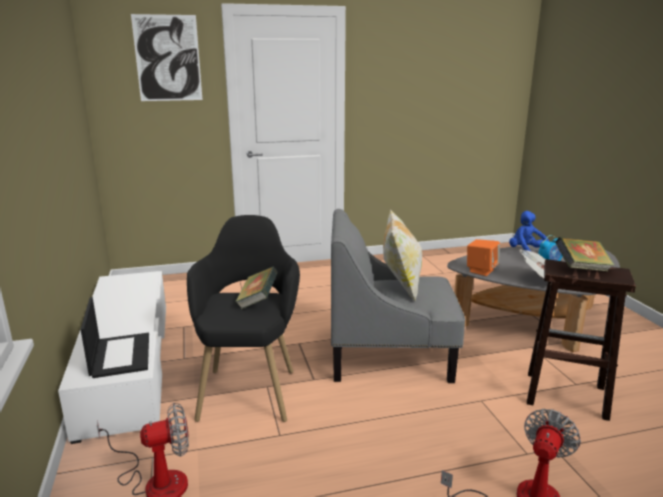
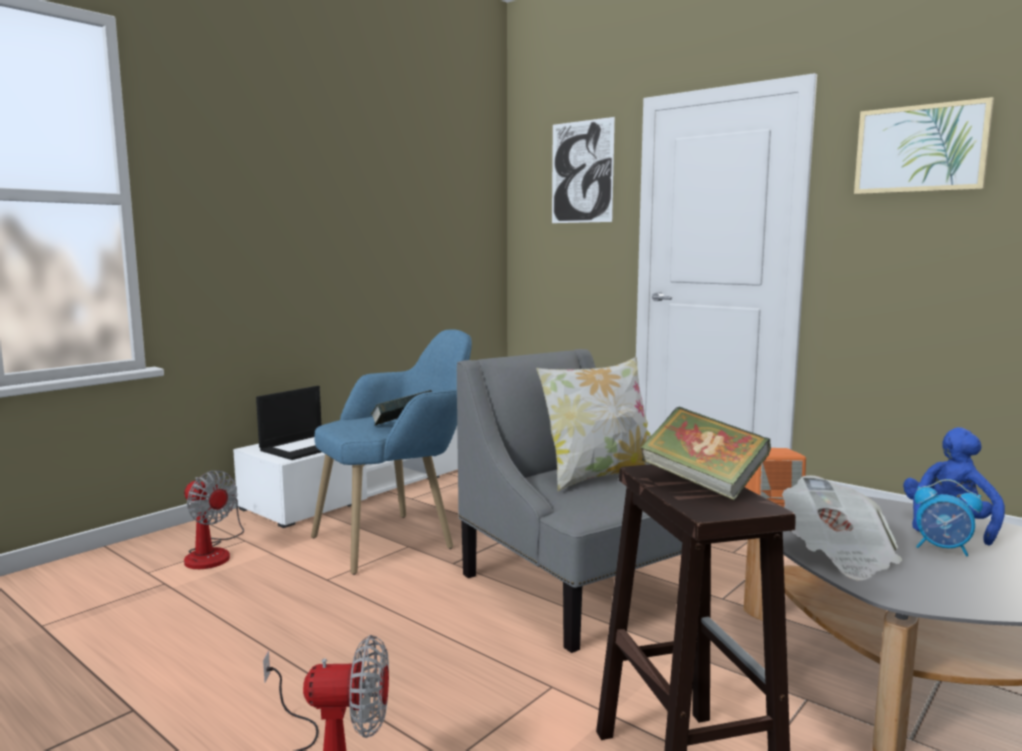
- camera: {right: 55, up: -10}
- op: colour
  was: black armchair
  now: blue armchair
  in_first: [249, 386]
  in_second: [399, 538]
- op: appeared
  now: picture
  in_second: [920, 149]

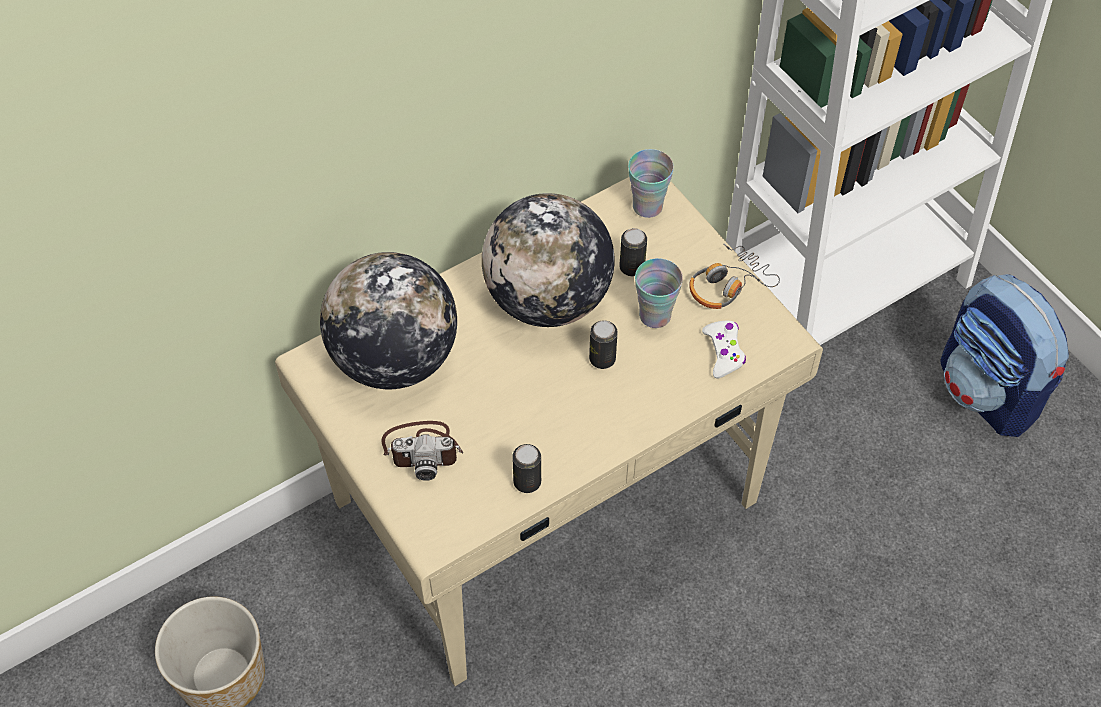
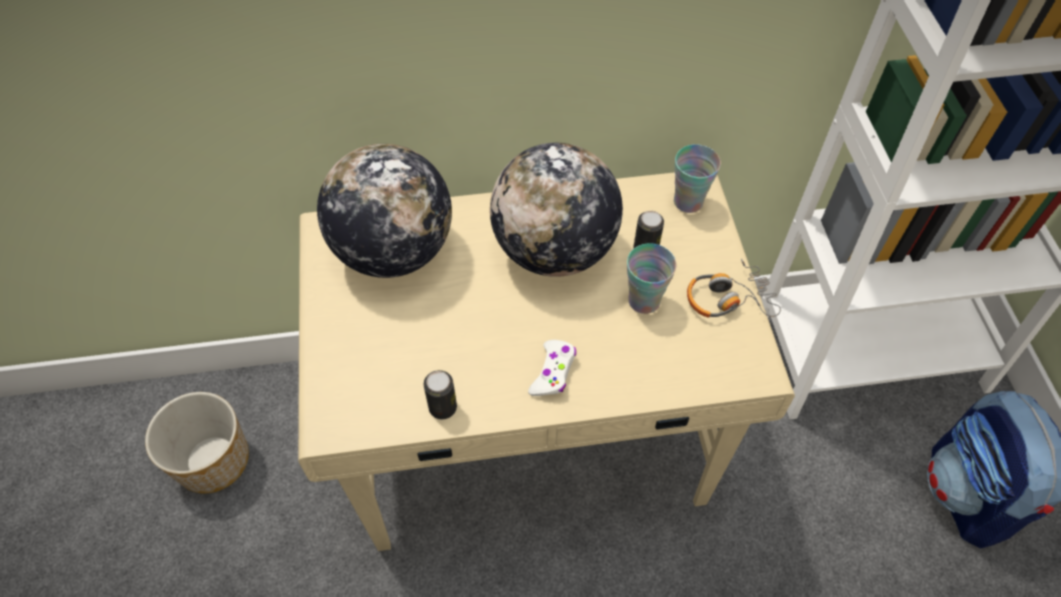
- camera: {right: 25, up: 0}
- op: missing
  was: can
  in_first: [602, 359]
- op: relocated
  was: white game controller
  in_first: [724, 352]
  in_second: [553, 372]
- op: missing
  was: photo camera
  in_first: [423, 449]

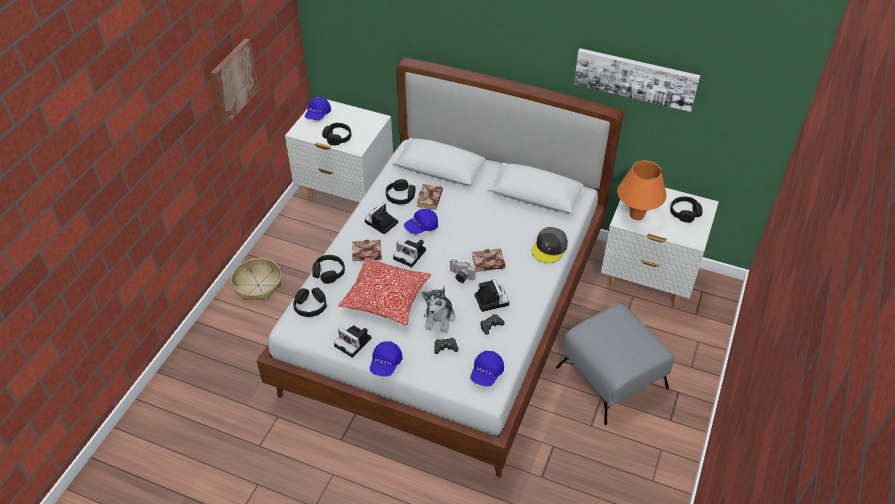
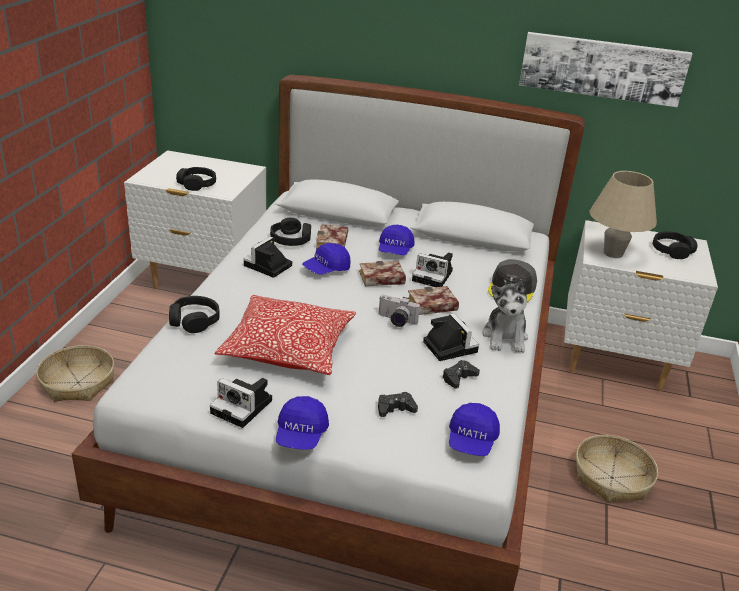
- camera: {right: -10, up: -15}
- op: missing
  was: picture
  in_first: [234, 81]
- op: relocated
  was: blue cap
  in_first: [318, 114]
  in_second: [395, 250]
- op: colour
  was: orange table lamp
  now: beige table lamp
  in_first: [637, 215]
  in_second: [613, 253]
- op: relocated
  was: book
  in_first: [365, 254]
  in_second: [380, 279]
- op: relocated
  was: photo camera
  in_first: [411, 254]
  in_second: [434, 276]
- op: missing
  was: black headphones
  in_first: [310, 306]
- op: relocated
  was: plush toy
  in_first: [439, 318]
  in_second: [505, 337]
- op: exchanged
  was: grey ottoman
  now: basket
  in_first: [611, 378]
  in_second: [612, 478]

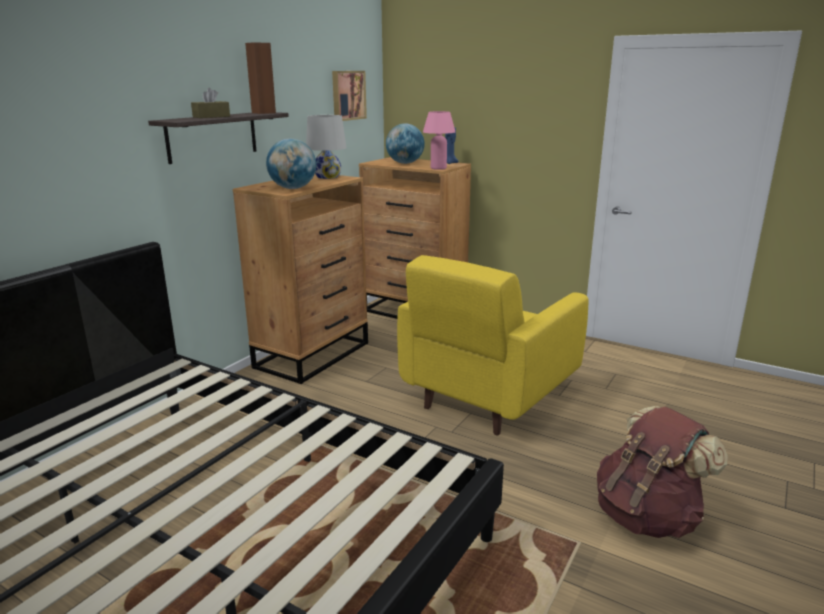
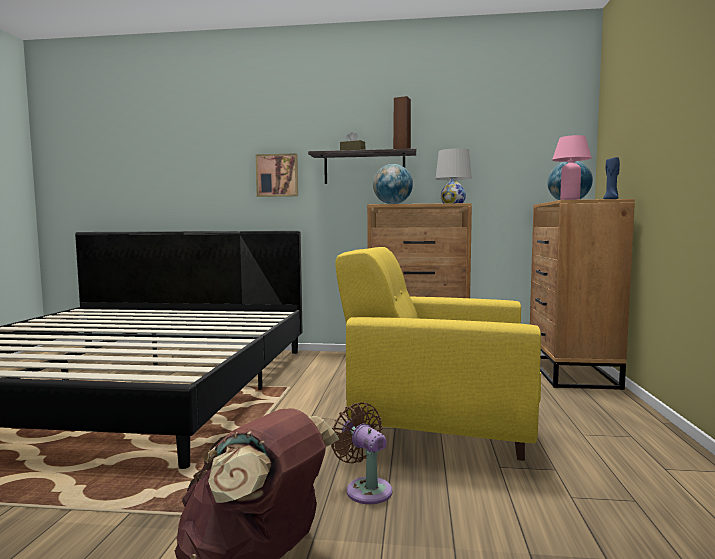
- camera: {right: 65, up: -15}
- op: relocated
  was: picture
  in_first: [347, 95]
  in_second: [277, 175]
- op: appeared
  now: brown fan
  in_second: [366, 489]

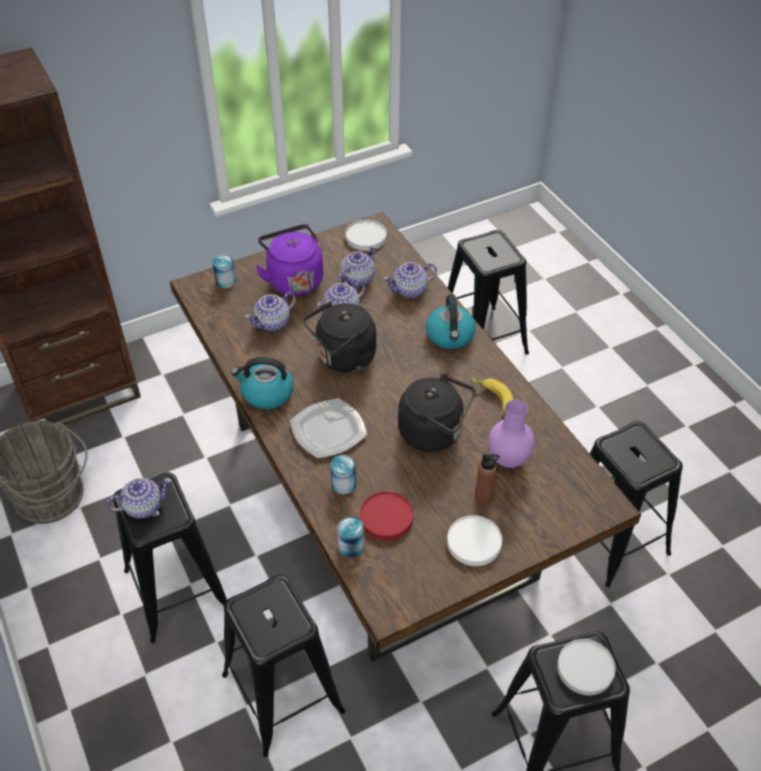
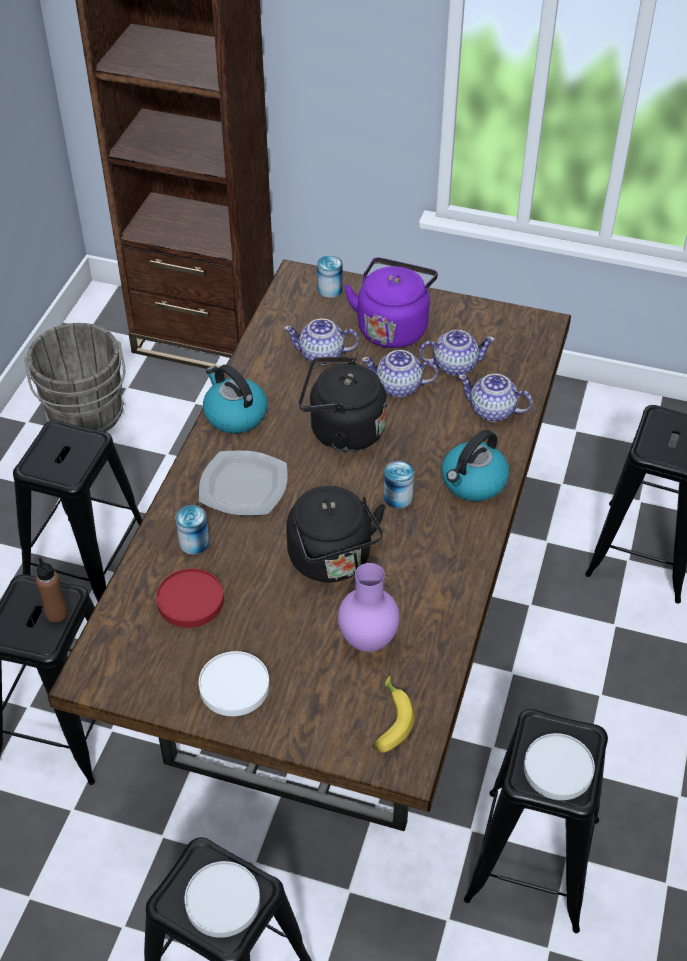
- camera: {right: 45, up: 0}
- op: relocated
  was: white plate
  in_first: [366, 237]
  in_second: [558, 769]
- op: relocated
  was: banana
  in_first: [493, 400]
  in_second: [388, 721]
- op: relocated
  was: brown bottle
  in_first: [483, 497]
  in_second: [56, 613]
- op: missing
  was: teapot
  in_first: [143, 506]
- op: relocated
  was: can
  in_first: [351, 546]
  in_second: [398, 497]

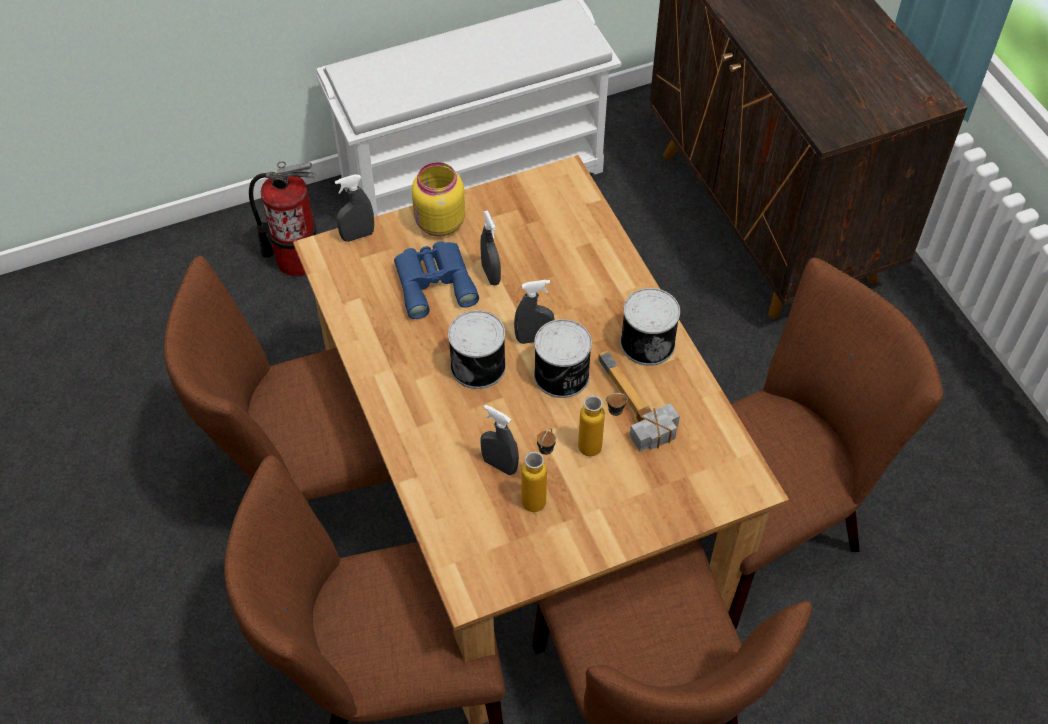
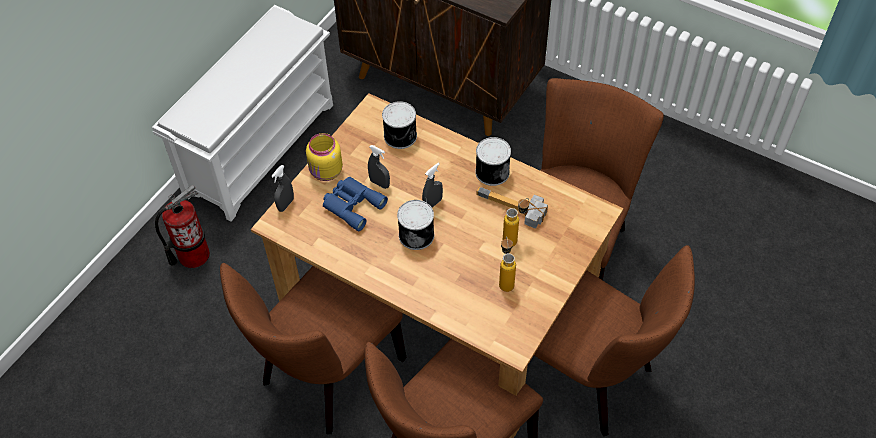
- camera: {right: -35, up: 0}
- op: relocated
  was: can
  in_first: [562, 376]
  in_second: [401, 136]
- op: missing
  was: grey spray bottle
  in_first: [499, 465]

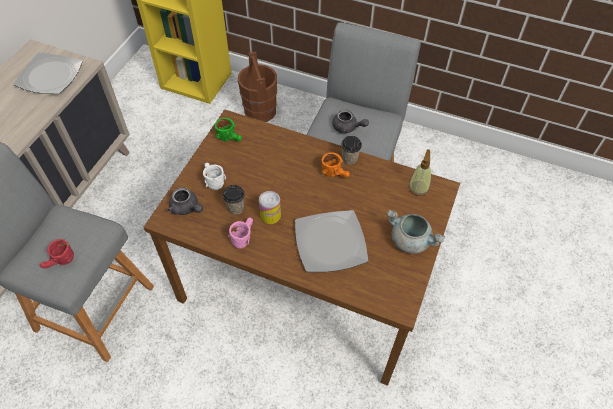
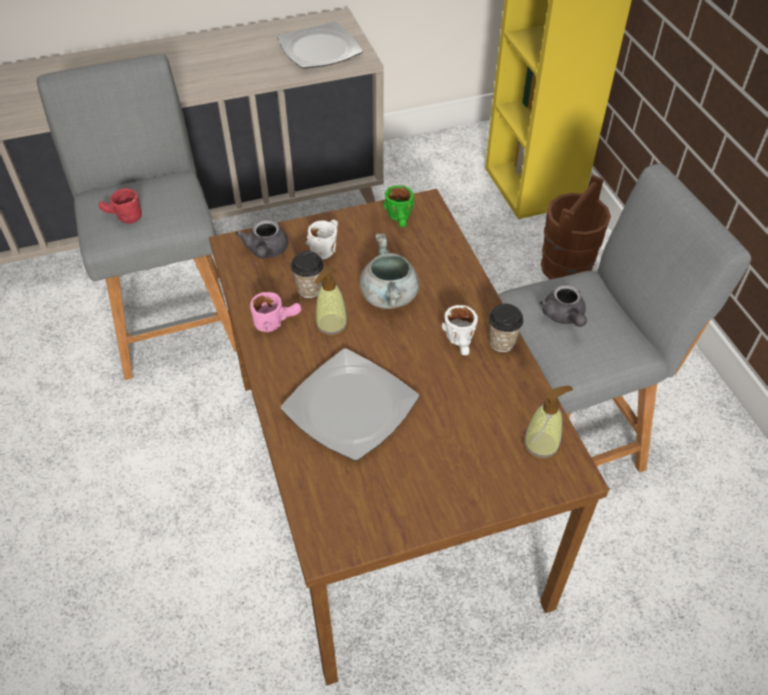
- camera: {right: 50, up: -5}
- op: colour
  was: orange mug
  now: white mug
  in_first: [336, 173]
  in_second: [462, 344]
- op: exchanged
  was: can
  now: soap dispenser
  in_first: [270, 215]
  in_second: [331, 325]
- op: relocated
  was: grey cooking pot
  in_first: [411, 241]
  in_second: [390, 297]

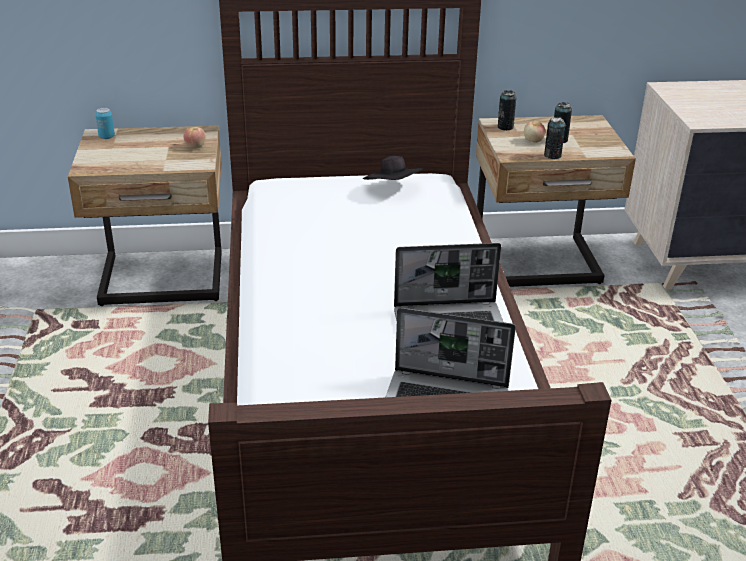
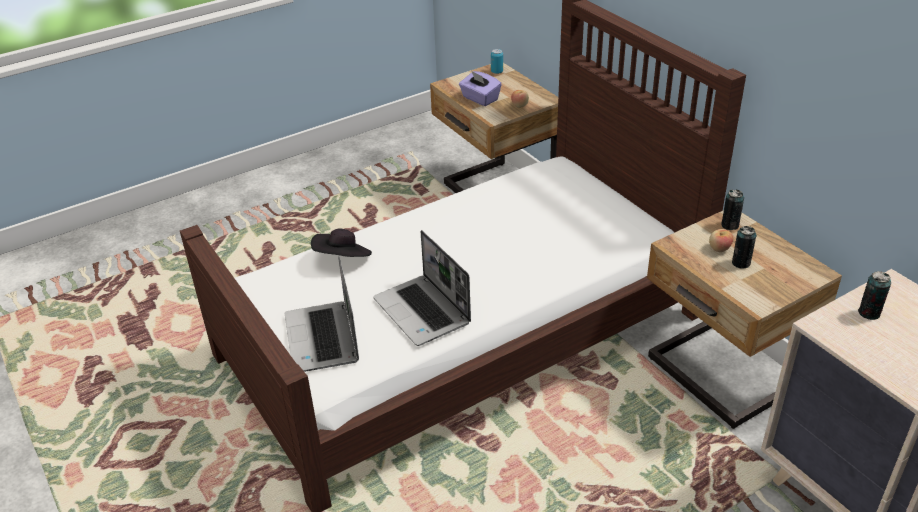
- camera: {right: 65, up: 5}
- op: relocated
  was: can
  in_first: [552, 156]
  in_second: [869, 313]
- op: relocated
  was: black hat
  in_first: [393, 189]
  in_second: [343, 259]
- op: appeared
  now: purple tissue box
  in_second: [480, 99]

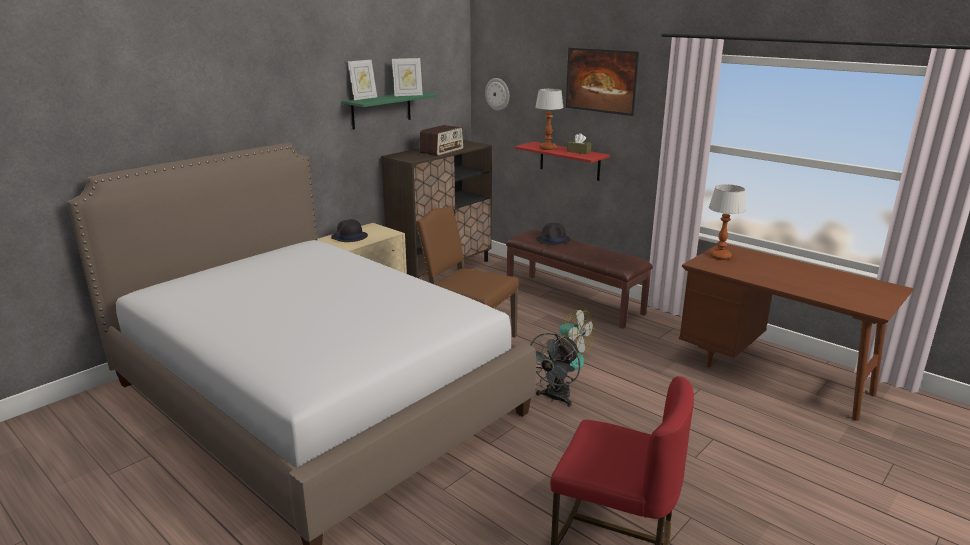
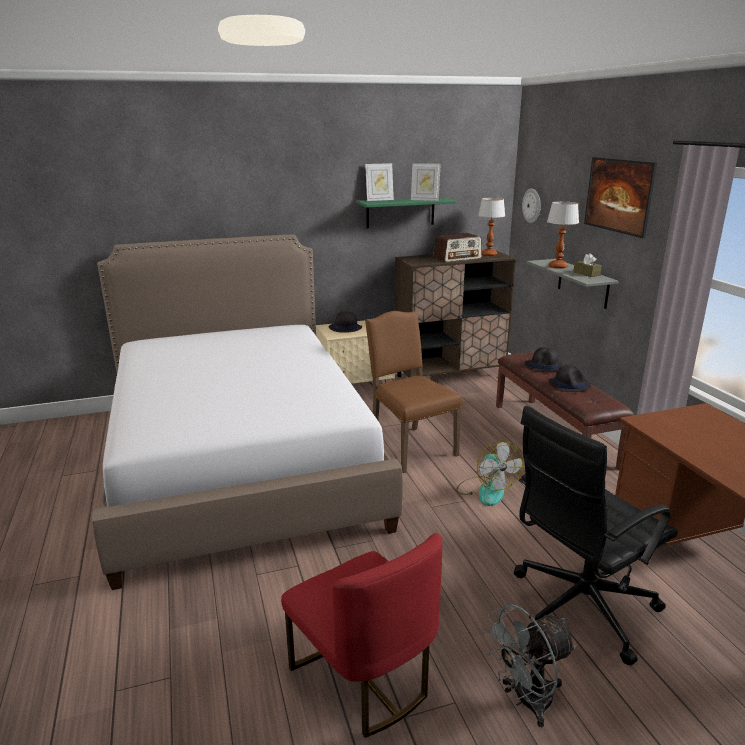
- camera: {right: 30, up: 0}
- op: colour
  was: red shelf
  now: grey shelf
  in_first: [569, 161]
  in_second: [583, 283]
- op: relocated
  was: table lamp
  in_first: [720, 256]
  in_second: [489, 254]
- op: relocated
  was: grey fan
  in_first: [554, 398]
  in_second: [525, 701]
- op: appeared
  now: black hat
  in_second: [569, 384]
- op: appeared
  now: black office chair
  in_second: [579, 608]

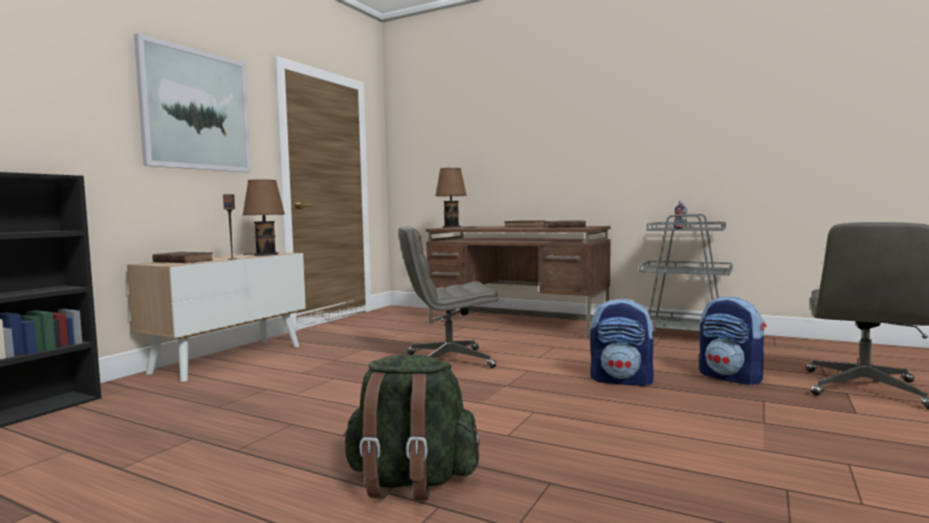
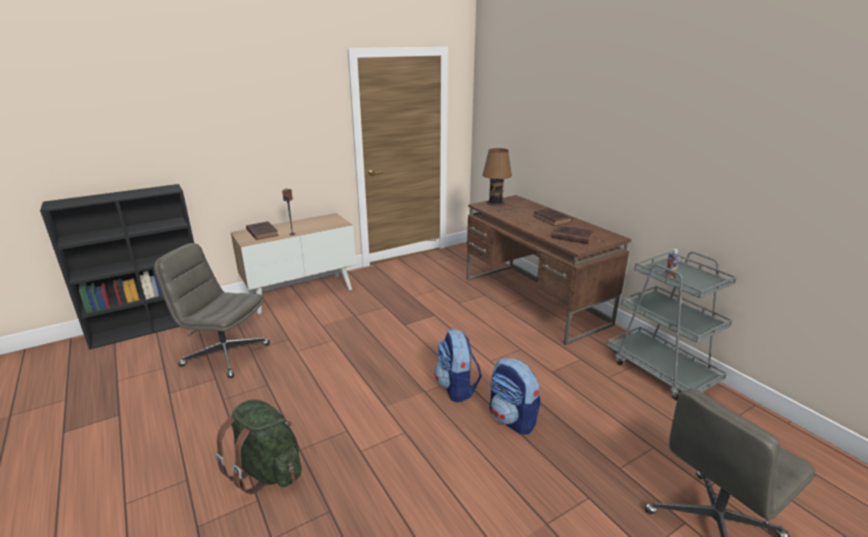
- camera: {right: 30, up: 20}
- op: missing
  was: picture
  in_first: [196, 110]
- op: missing
  was: brown table lamp
  in_first: [264, 254]
- op: relocated
  was: grey office chair
  in_first: [448, 361]
  in_second: [225, 355]
- op: relocated
  was: backpack
  in_first: [731, 377]
  in_second: [457, 388]

